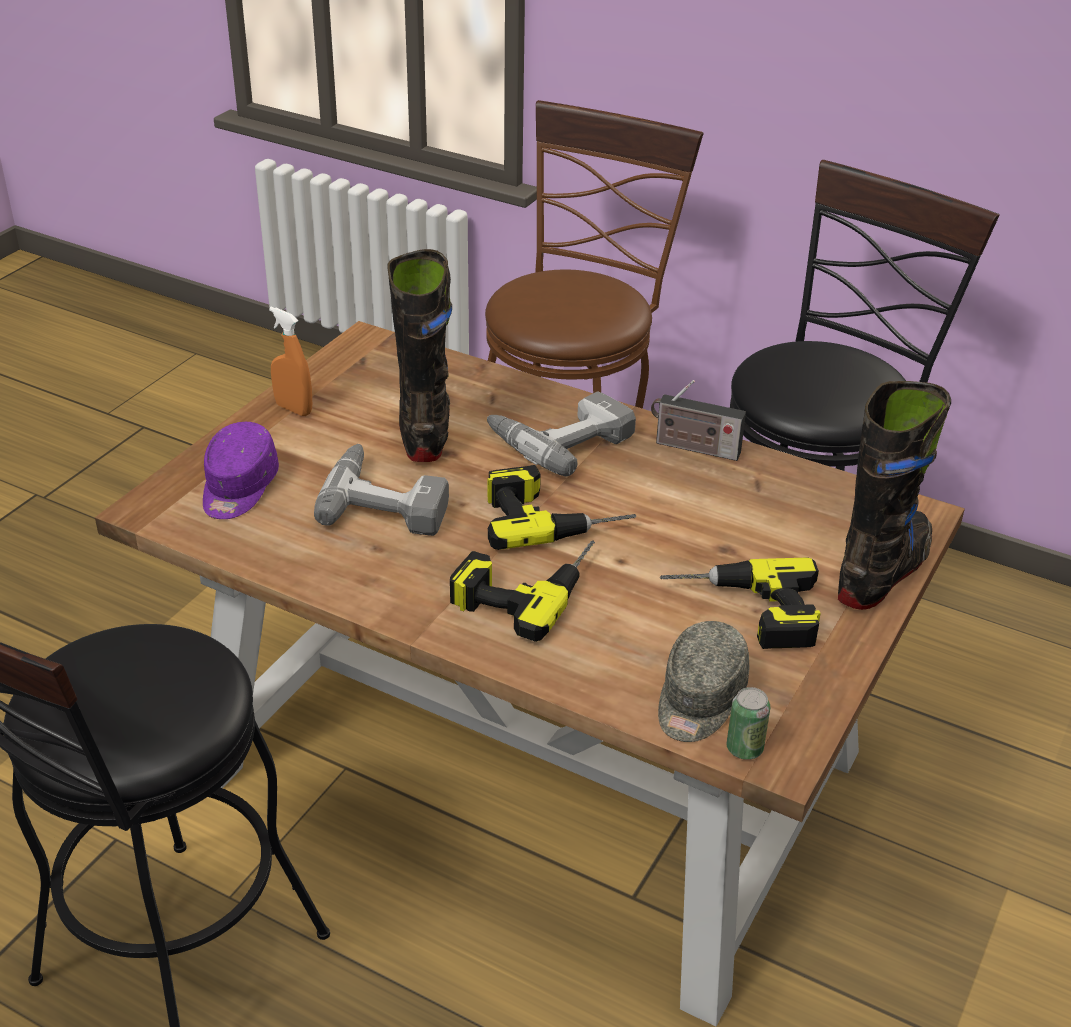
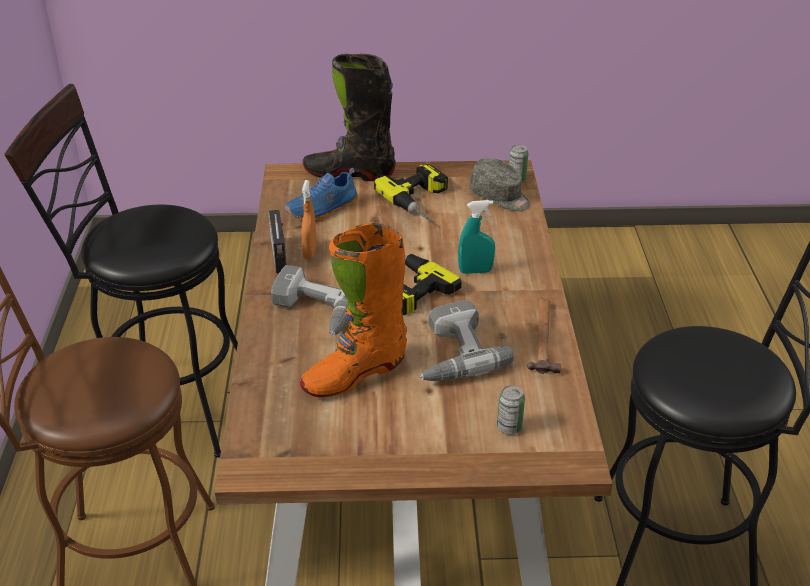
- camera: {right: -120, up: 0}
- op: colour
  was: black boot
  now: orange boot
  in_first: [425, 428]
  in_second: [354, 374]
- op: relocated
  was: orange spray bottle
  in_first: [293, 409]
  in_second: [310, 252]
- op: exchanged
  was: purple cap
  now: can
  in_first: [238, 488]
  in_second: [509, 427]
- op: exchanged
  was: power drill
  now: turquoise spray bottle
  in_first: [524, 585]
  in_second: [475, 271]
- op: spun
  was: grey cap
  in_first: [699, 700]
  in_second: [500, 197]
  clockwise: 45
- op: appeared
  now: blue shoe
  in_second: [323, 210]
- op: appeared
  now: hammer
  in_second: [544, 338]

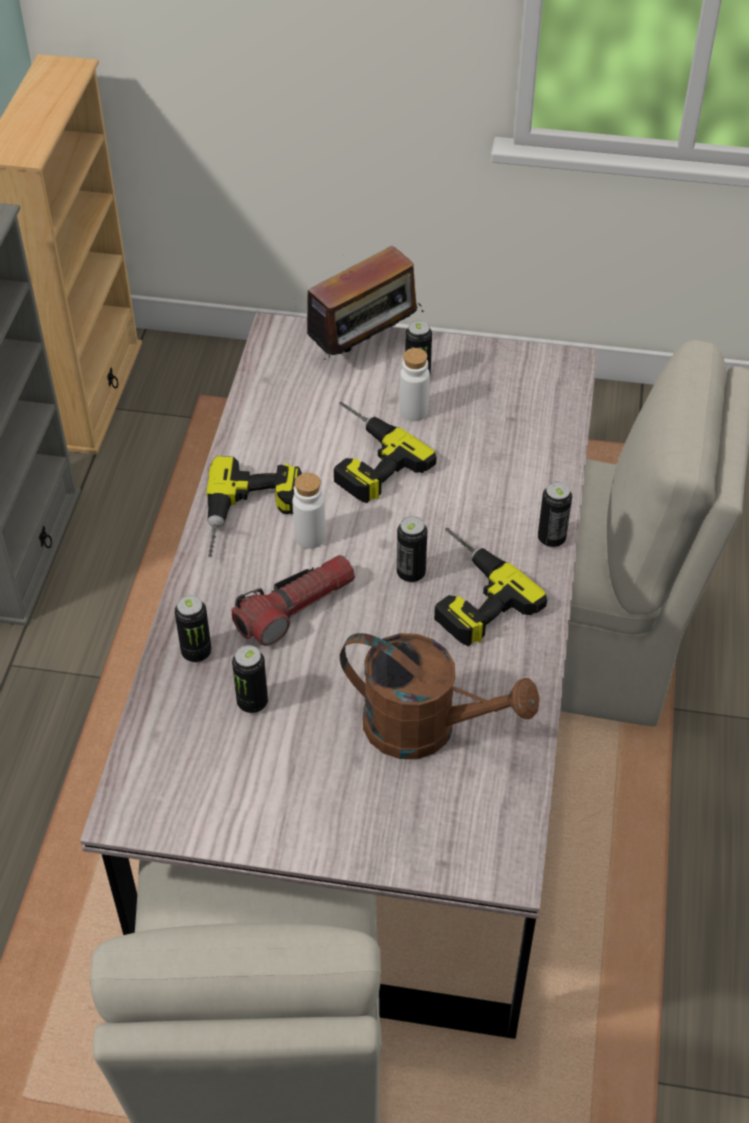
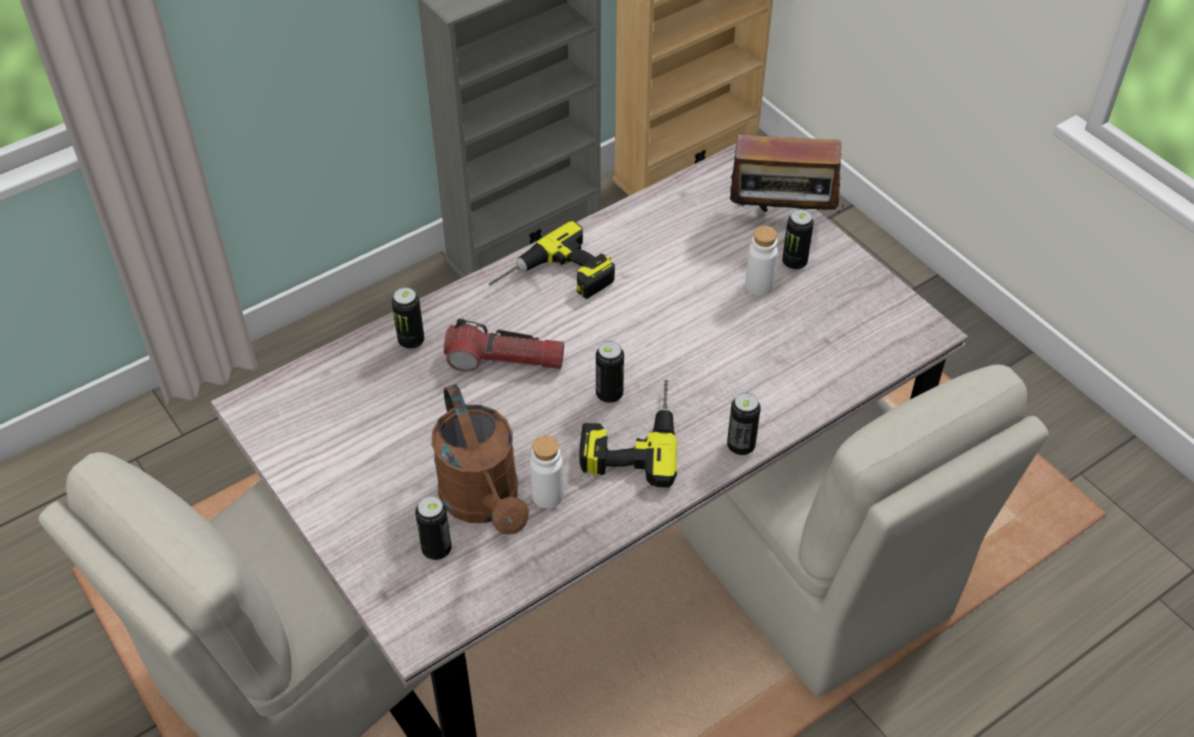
- camera: {right: 45, up: 0}
- op: missing
  was: power drill
  in_first: [362, 457]
- op: relocated
  was: white bottle
  in_first: [310, 537]
  in_second: [547, 495]
- op: relocated
  was: can
  in_first: [252, 702]
  in_second: [436, 549]

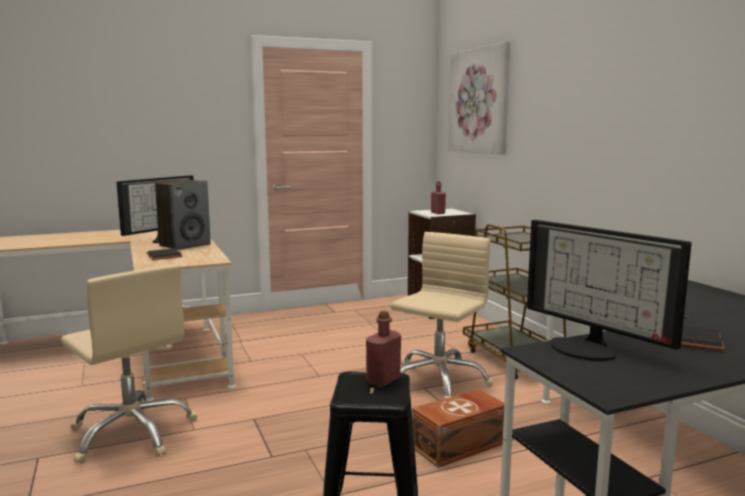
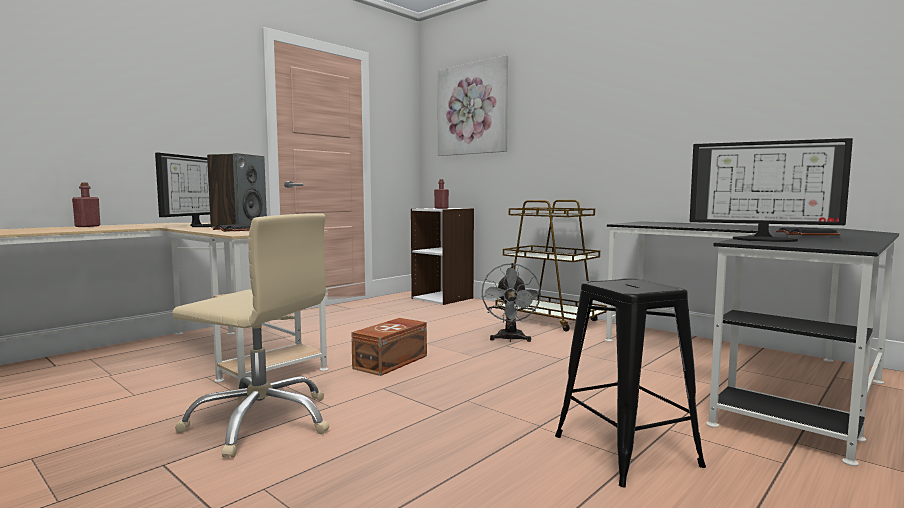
- camera: {right: -25, up: -5}
- op: exchanged
  was: beige office chair
  now: grey fan
  in_first: [438, 380]
  in_second: [510, 339]
- op: relocated
  was: red bottle
  in_first: [383, 380]
  in_second: [87, 226]
- op: relocated
  was: brown storage box
  in_first: [460, 445]
  in_second: [392, 362]

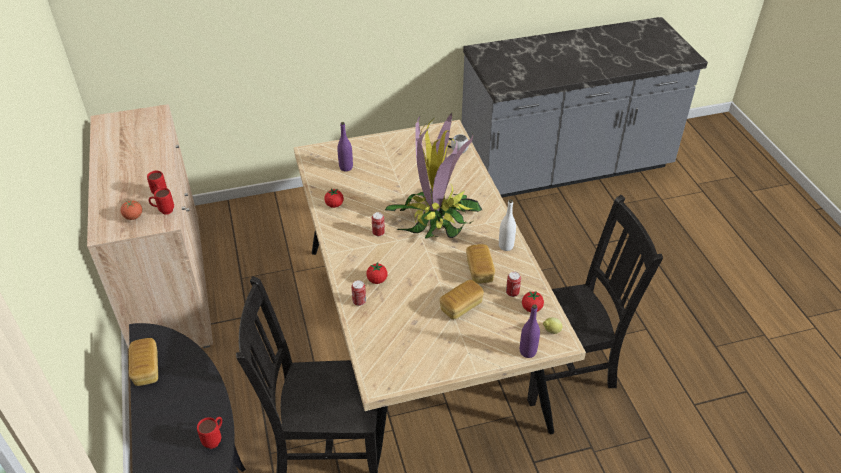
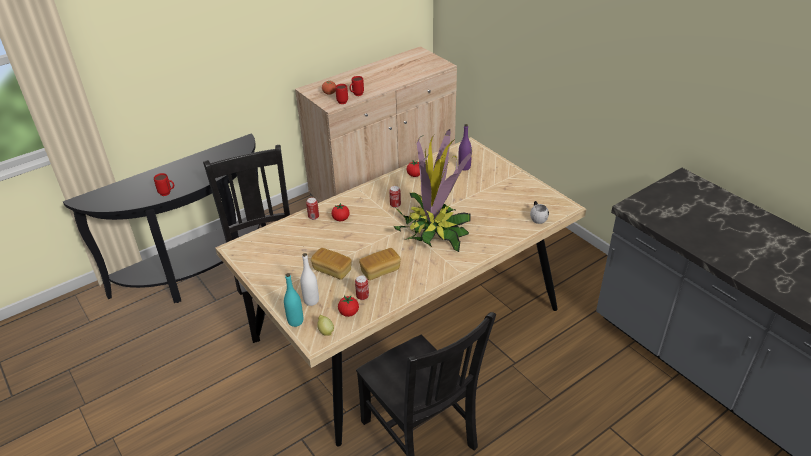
- camera: {right: 70, up: -5}
- op: relocated
  was: white bottle
  in_first: [506, 246]
  in_second: [311, 301]
- op: colour
  was: purple bottle
  now: turquoise bottle
  in_first: [527, 351]
  in_second: [295, 321]
- op: missing
  was: bread
  in_first: [146, 369]

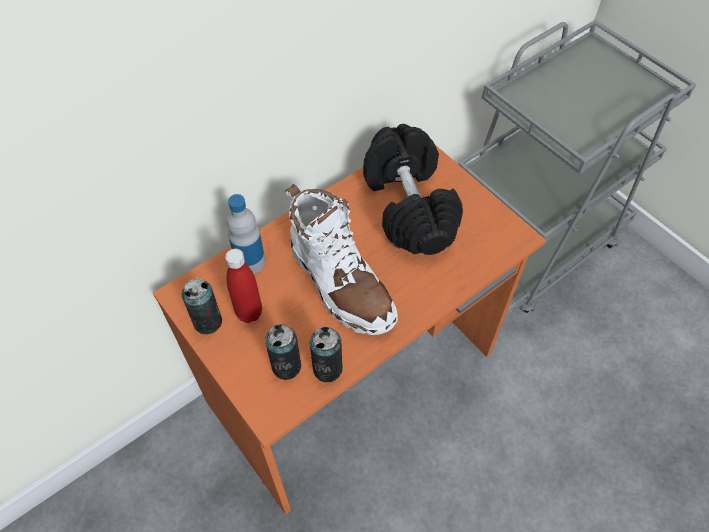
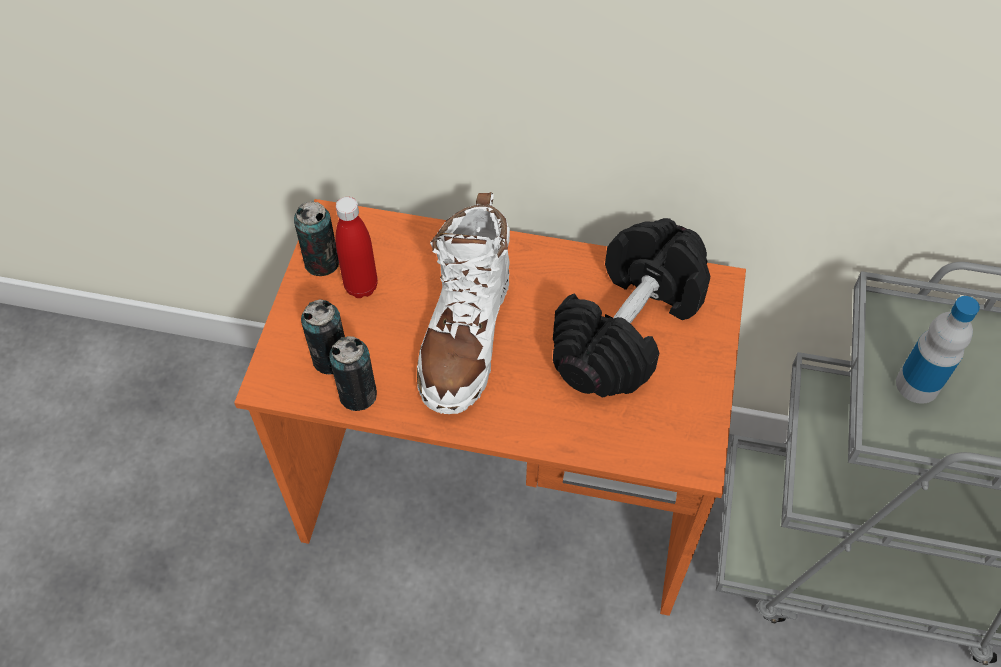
- camera: {right: 50, up: 0}
- op: relocated
  was: bottle
  in_first: [250, 262]
  in_second: [917, 385]

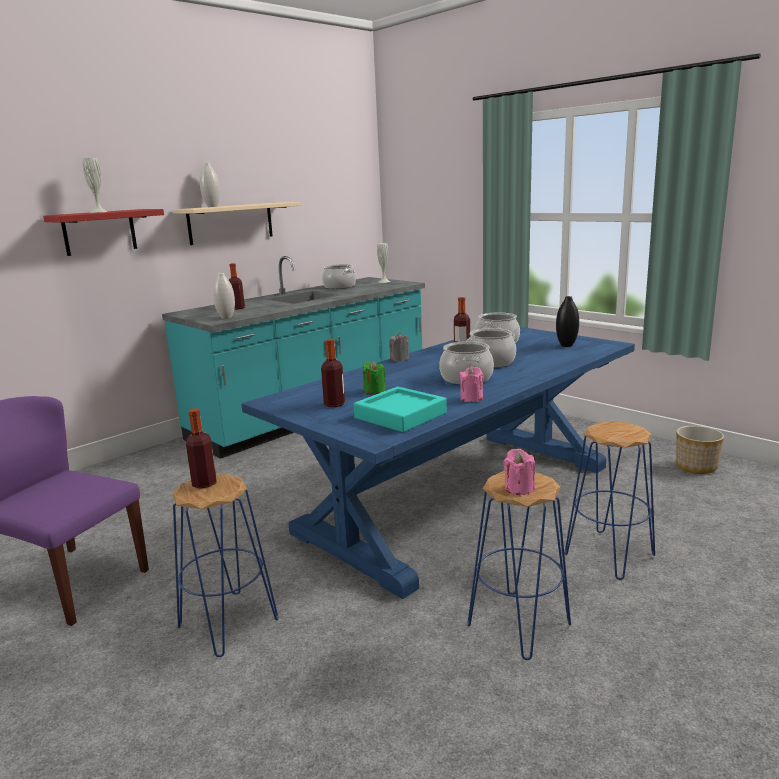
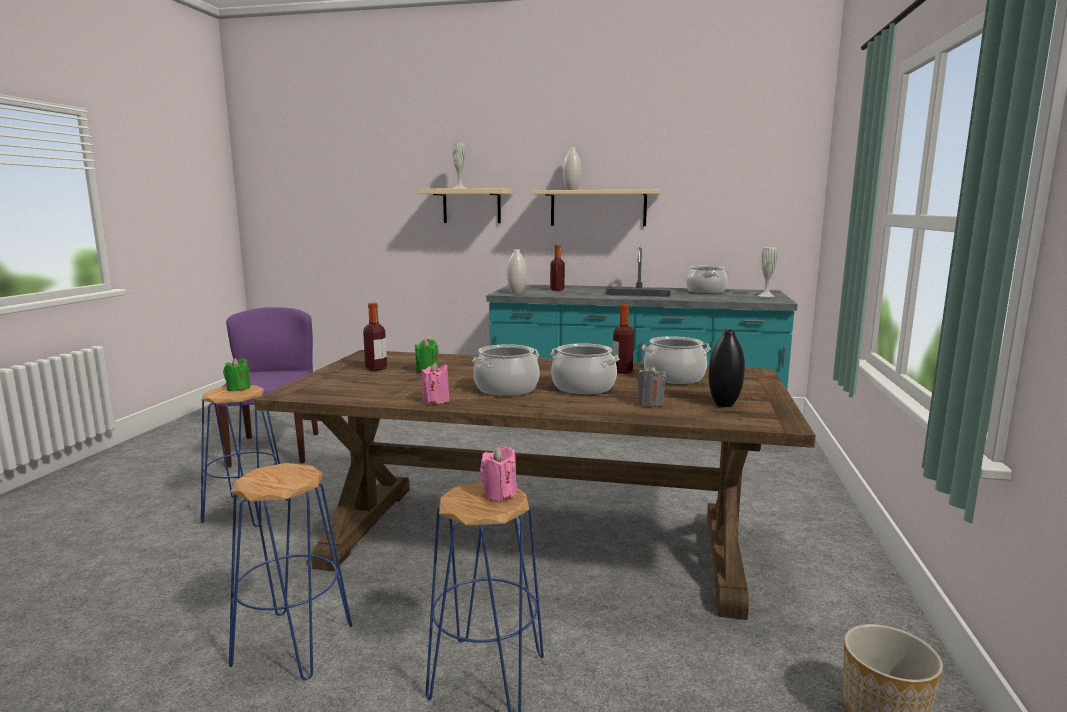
- camera: {right: 55, up: -5}
- op: colour
  was: red shelf
  now: beige shelf
  in_first: [99, 232]
  in_second: [471, 206]
- op: colour
  was: blue dining table
  now: brown dining table
  in_first: [459, 497]
  in_second: [537, 541]
- op: relocated
  was: grey candle
  in_first: [399, 359]
  in_second: [650, 403]
- op: missing
  was: turquoise tray
  in_first: [400, 415]
- op: exchanged
  was: bottle
  now: green candle
  in_first: [204, 484]
  in_second: [238, 388]
- op: relocated
  was: pink candle
  in_first: [519, 488]
  in_second: [499, 494]

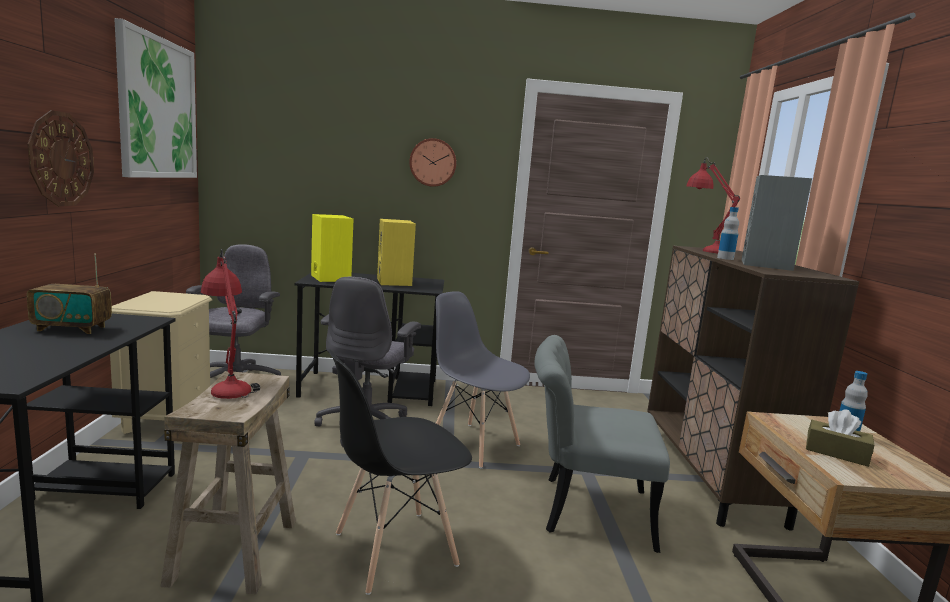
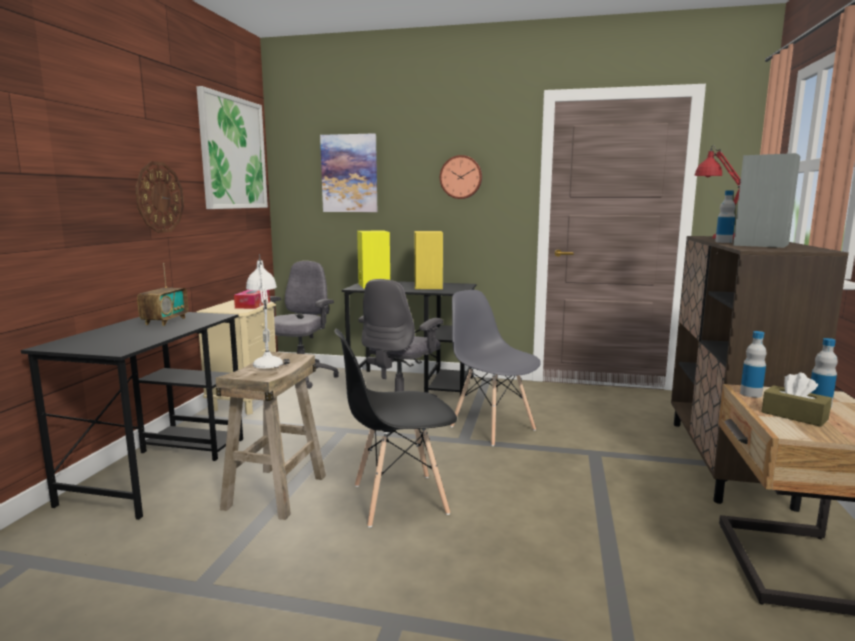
- camera: {right: 15, up: 0}
- op: colour
  was: red table lamp
  now: white table lamp
  in_first: [228, 384]
  in_second: [268, 359]
- op: spun
  was: radio
  in_first: [72, 328]
  in_second: [165, 321]
  clockwise: -90
- op: missing
  was: grey chair
  in_first: [583, 509]
- op: appeared
  now: picture
  in_second: [349, 173]
- op: appeared
  now: tissue box
  in_second: [253, 305]
- op: appeared
  now: bottle
  in_second: [750, 394]

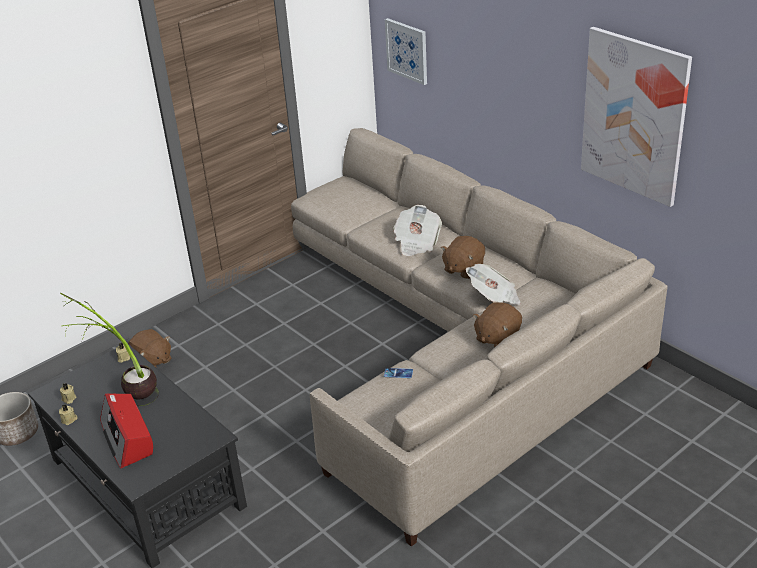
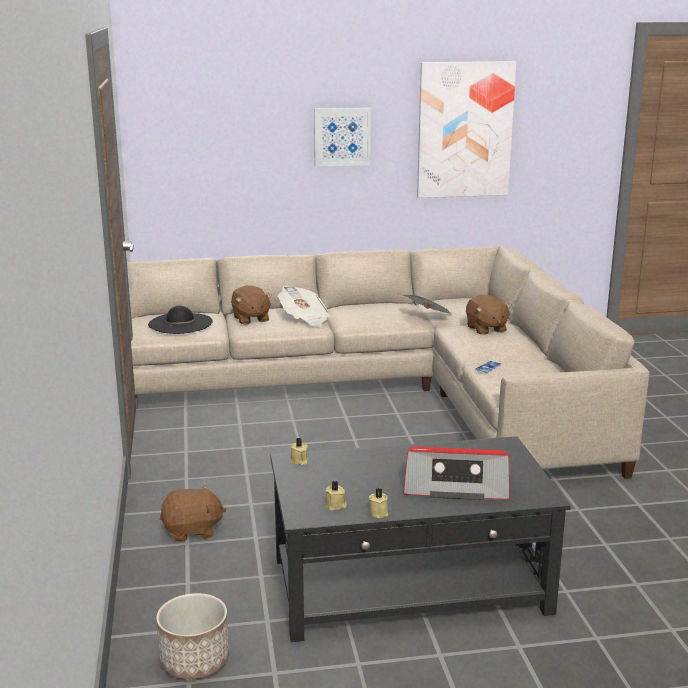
- camera: {right: -60, up: -15}
- op: relocated
  was: picture
  in_first: [407, 50]
  in_second: [342, 136]
- op: relocated
  was: brown plush toy
  in_first: [463, 269]
  in_second: [250, 319]
- op: missing
  was: potted plant
  in_first: [124, 391]
- op: appeared
  now: black hat
  in_second: [180, 323]

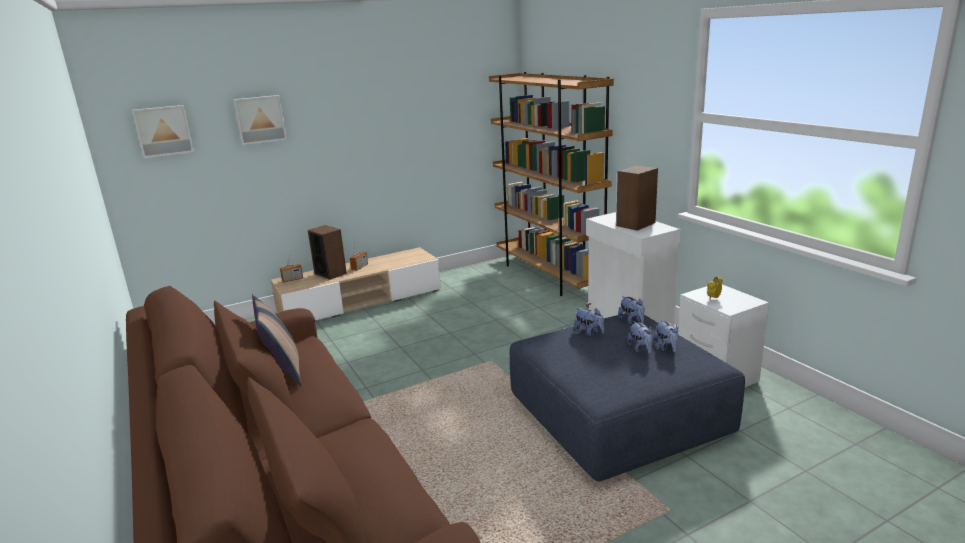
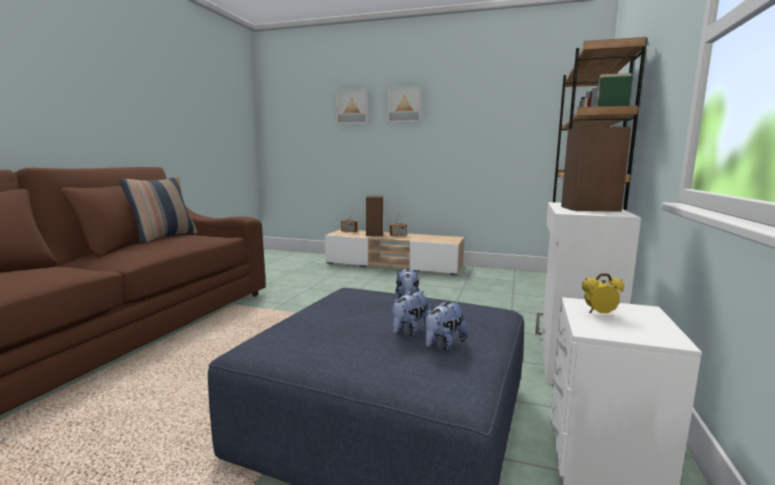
- camera: {right: 45, up: -10}
- op: relocated
  was: picture
  in_first: [163, 131]
  in_second: [405, 104]
- op: missing
  was: plush toy
  in_first: [632, 321]

